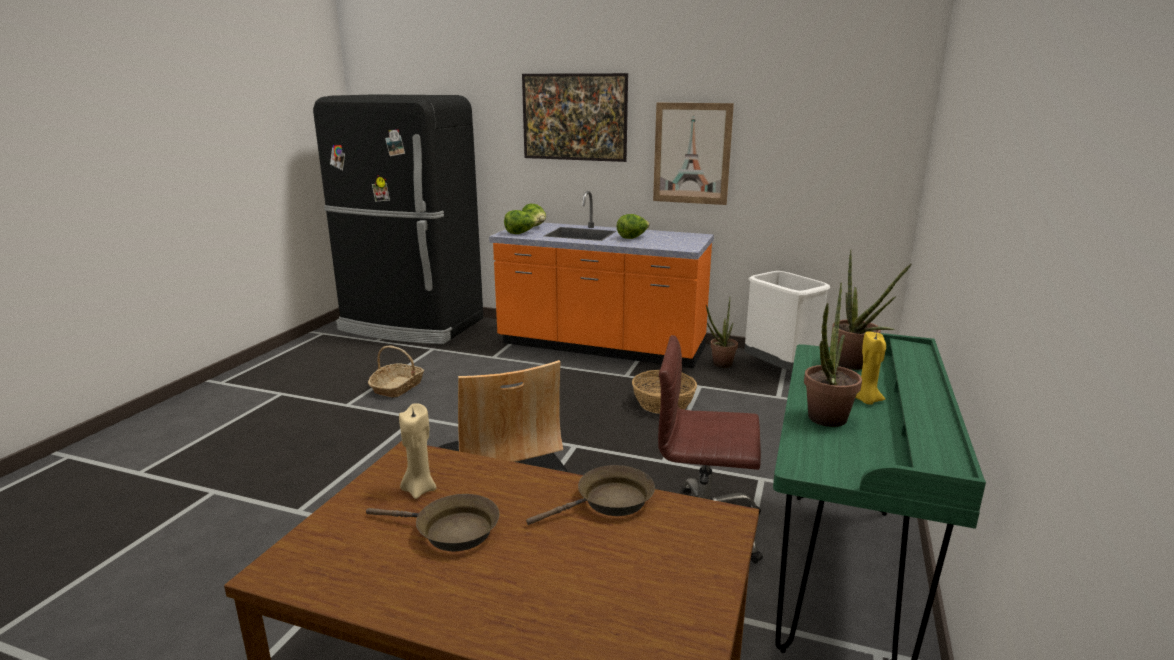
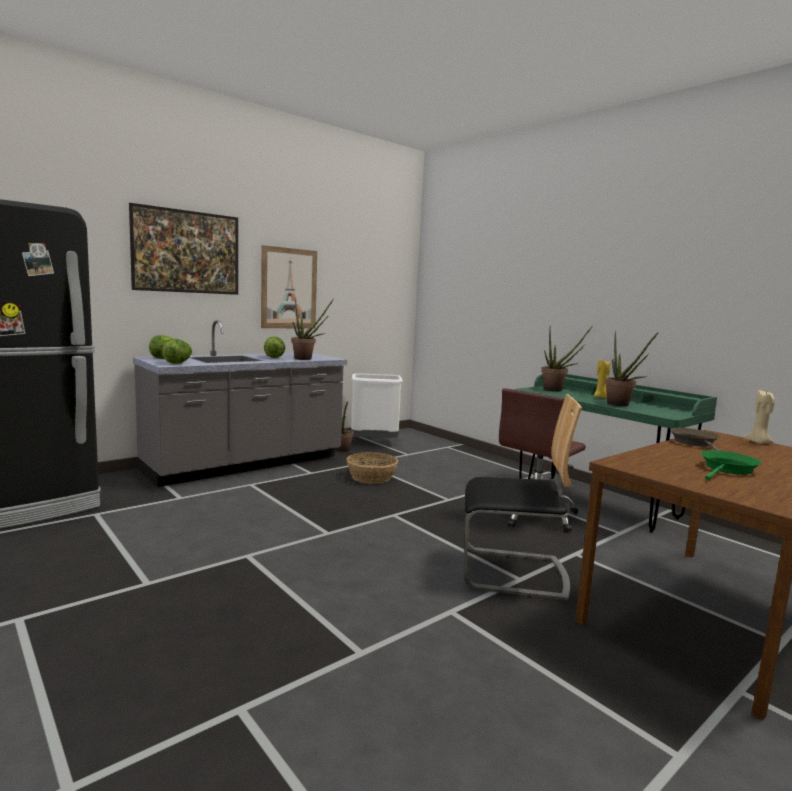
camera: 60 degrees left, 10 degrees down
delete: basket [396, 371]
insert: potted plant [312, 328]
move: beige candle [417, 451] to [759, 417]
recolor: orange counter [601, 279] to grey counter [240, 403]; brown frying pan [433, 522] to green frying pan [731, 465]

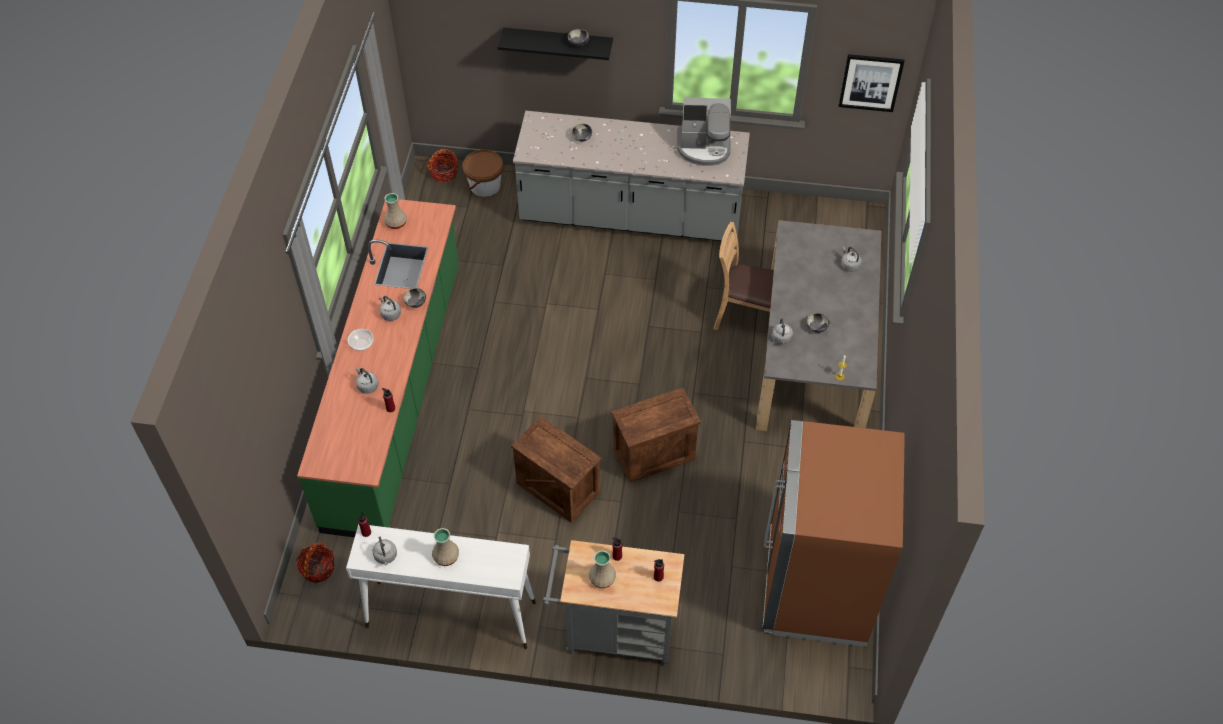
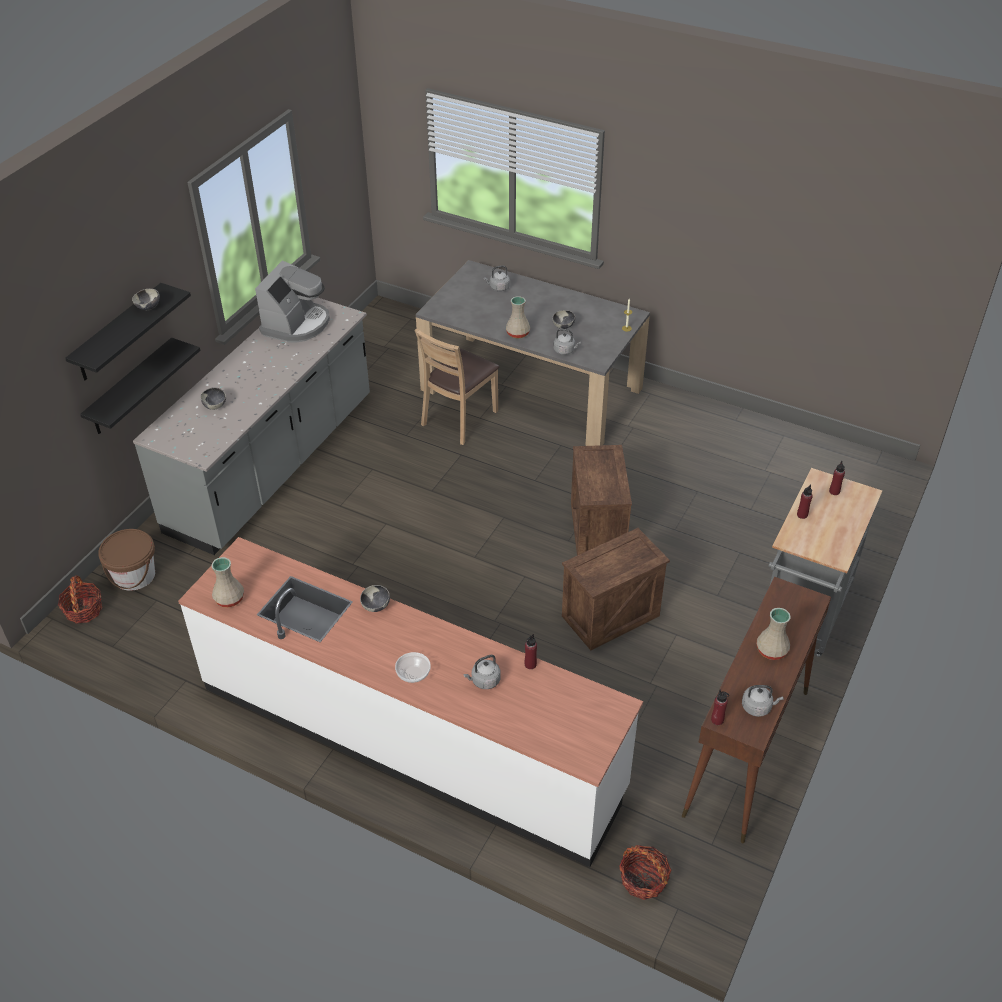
camera: 70 degrees left, 10 degrees down
delete: grey kettle [390, 308]; brown fridge [834, 533]; picture [871, 83]
insert: black shelf [140, 386]
move: beige vase [602, 569] to [518, 317]
recolor: green counter [378, 368] to white counter [410, 702]; white console table [441, 586] to brown console table [756, 710]

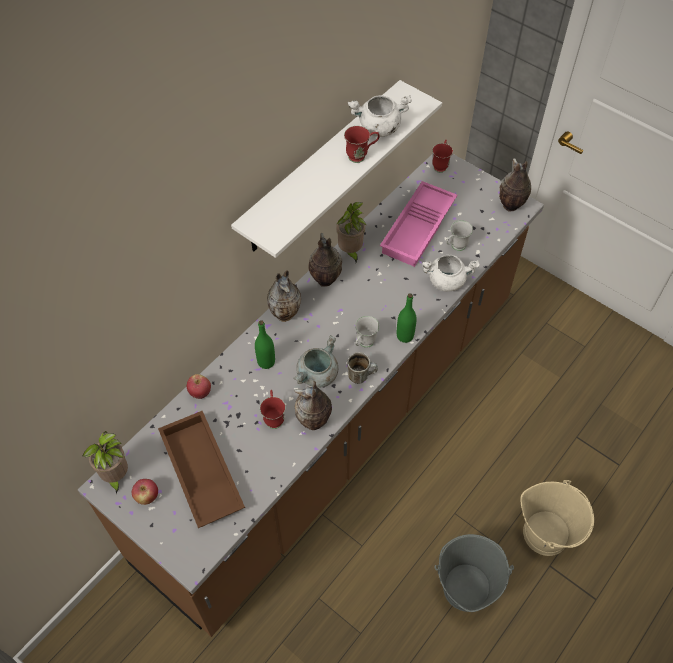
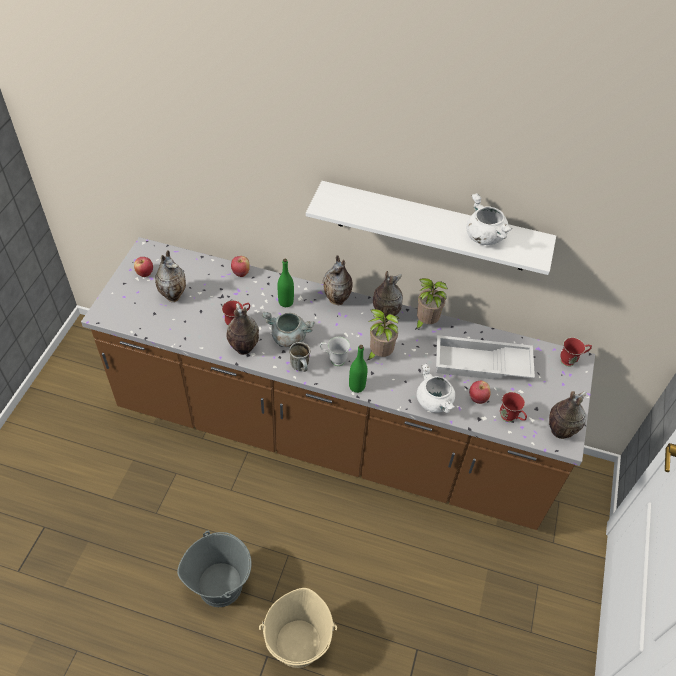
camera: 65 degrees right, 5 degrees down
move: potted plant [105, 462] to [382, 335]; red mug [362, 144] to [513, 407]
replace: brown tray [201, 469] to vase [170, 276]; white mug [459, 235] to apple [480, 392]
recolor: pink tray [418, 224] to white tray [485, 357]

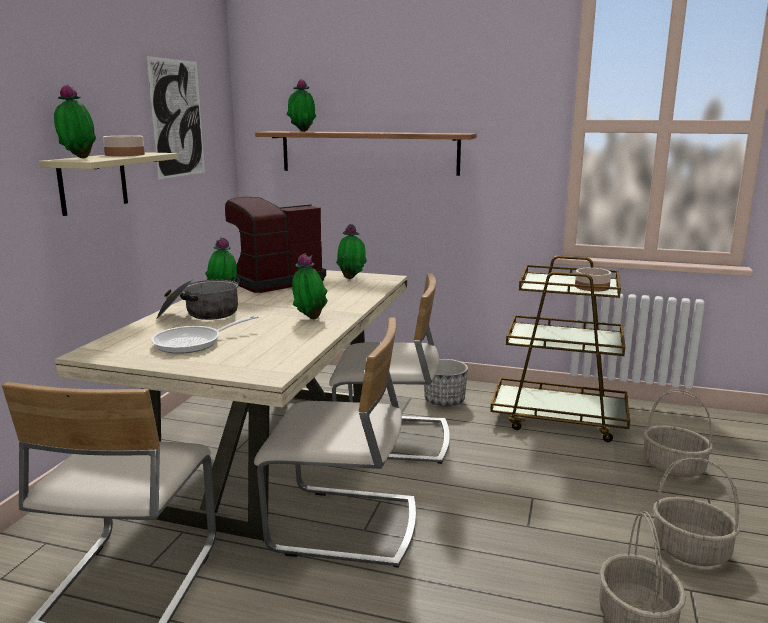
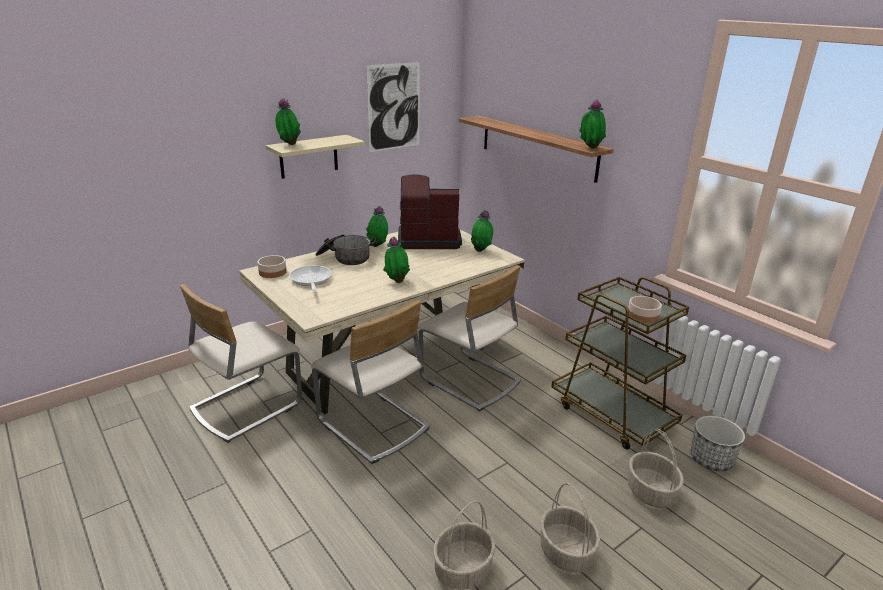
camera: 35 degrees right, 10 degrees up
move: bowl [124, 145] to [272, 266]; potted plant [301, 105] to [592, 124]; planter [446, 383] to [718, 443]
rotate: frying pan [204, 334] = [310, 279] 75 degrees clockwise

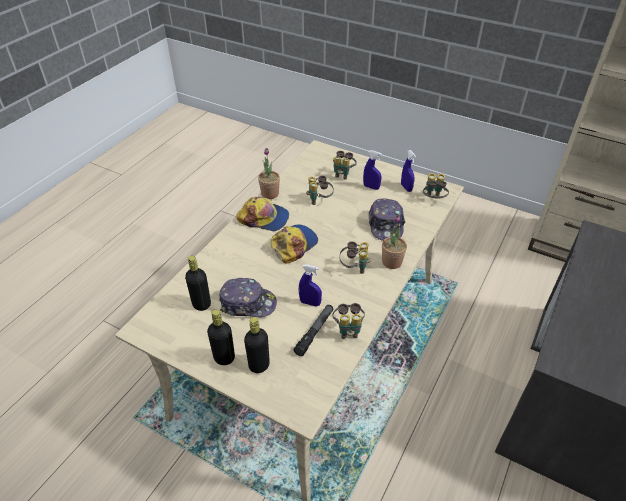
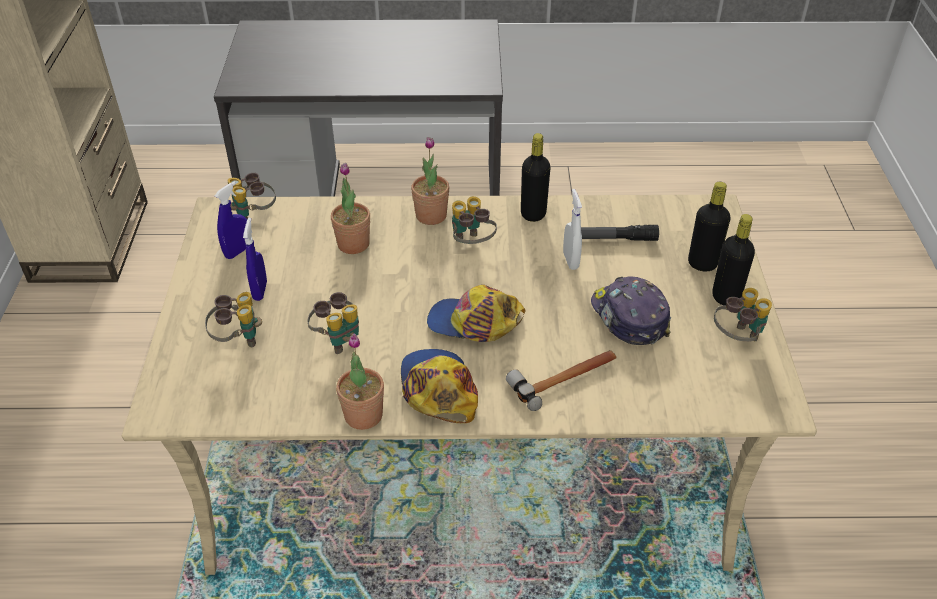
camera: 120 degrees left, 0 degrees up
insert: hammer [561, 380]
move: black bottle [198, 283] to [536, 177]; binoculars [349, 321] to [743, 315]
replace: cap [387, 219] to potted plant [350, 208]
recolor: blue spray bottle [310, 285] to white spray bottle [572, 229]

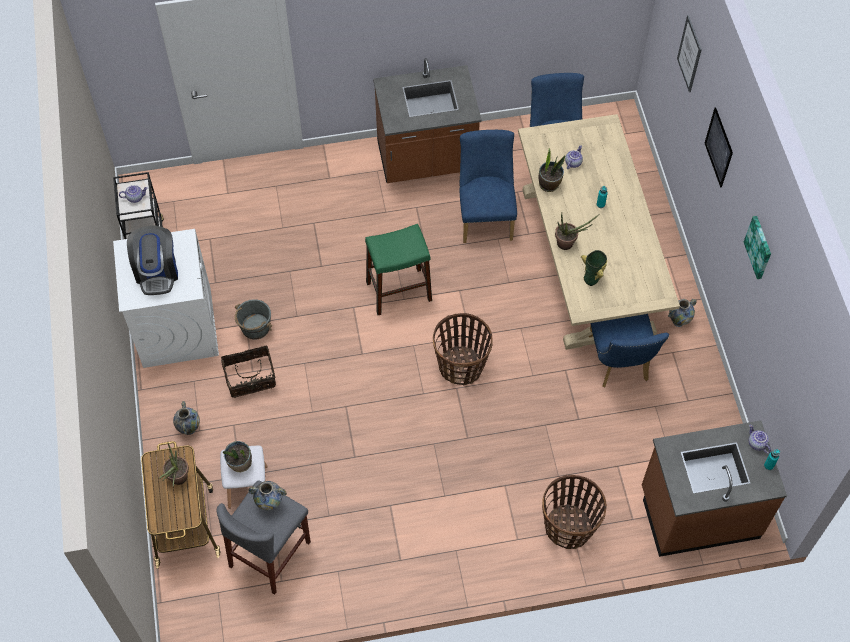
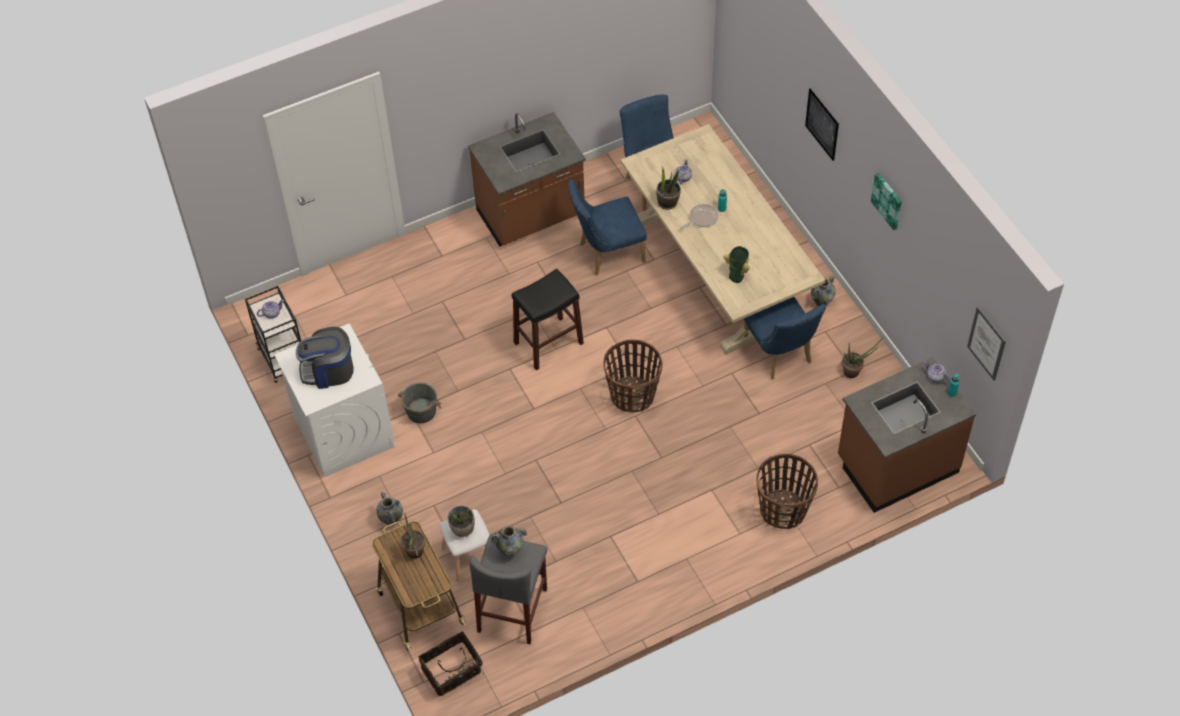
camera: 15 degrees left, 5 degrees down
insert: frying pan [699, 217]
move: basket [248, 371] to [451, 663]; potted plant [577, 231] to [863, 357]; picture [689, 53] to [986, 344]
recolor: green stool [398, 269] to black stool [548, 319]
rotate: coffee machine [152, 260] = [325, 358] 105 degrees clockwise; blue chair [488, 186] = [607, 227] 90 degrees counterclockwise

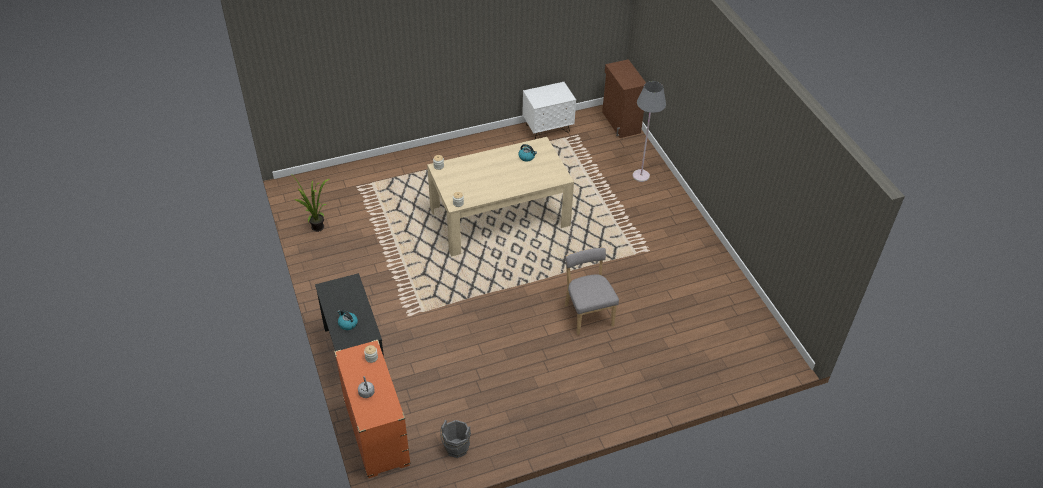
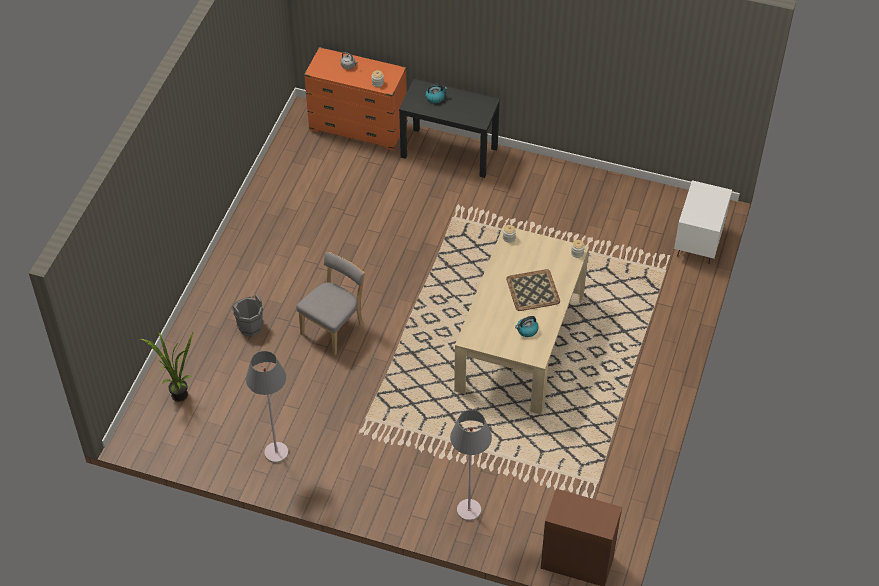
camera: 130 degrees right, 5 degrees up
insert: grey floor lamp [267, 407]; tray [533, 290]
move: potted plant [309, 202] to [166, 367]; grey bucket [455, 439] to [247, 315]; white nightstand [549, 110] to [703, 222]
rotate: grey chair [592, 291] = [331, 303] 75 degrees counterclockwise

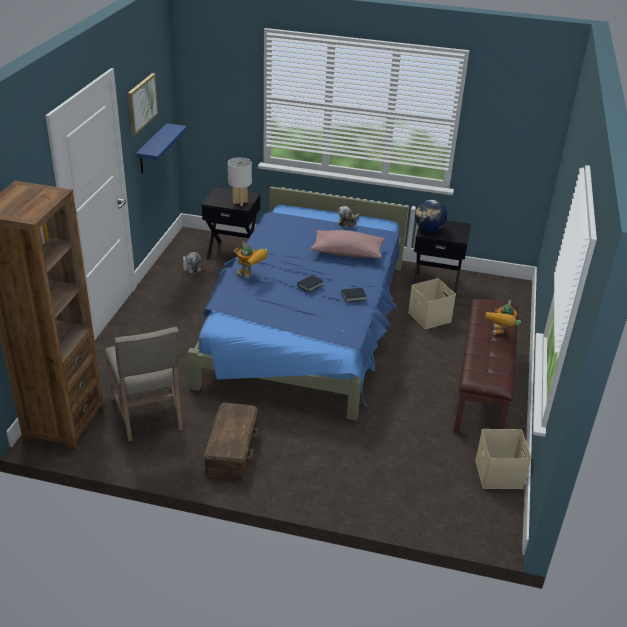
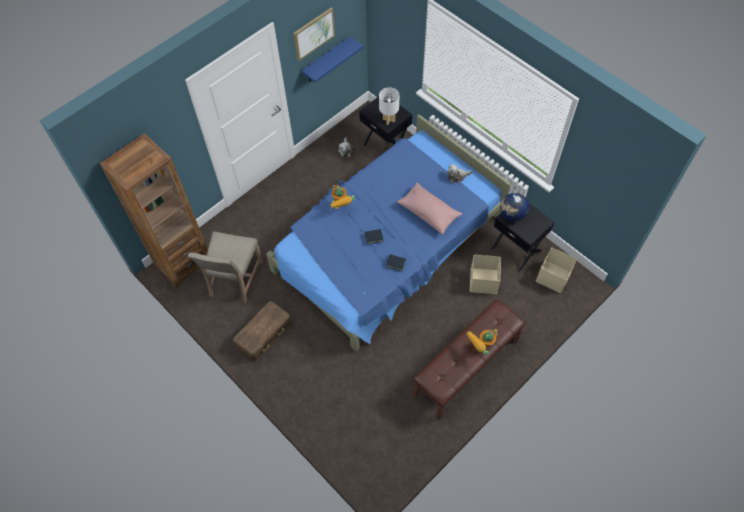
camera: 35 degrees right, 25 degrees up
move: beige storage box [503, 459] to [556, 270]

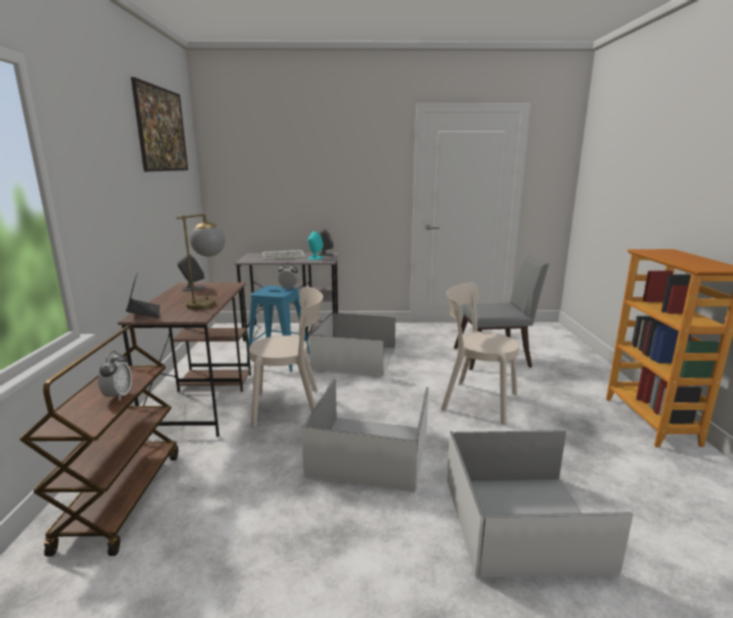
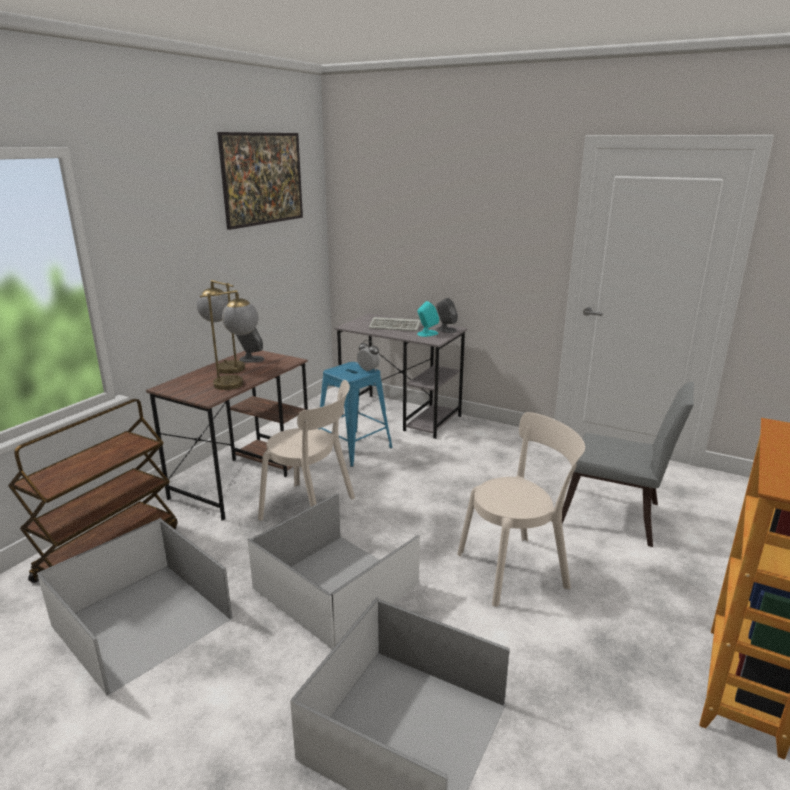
camera: 30 degrees right, 5 degrees up
delete: alarm clock [115, 376]; laptop [143, 296]
insert: table lamp [221, 327]
move: white storage box [352, 344] to [135, 606]
rotate: beige chair [480, 354] = [521, 509] 105 degrees clockwise

